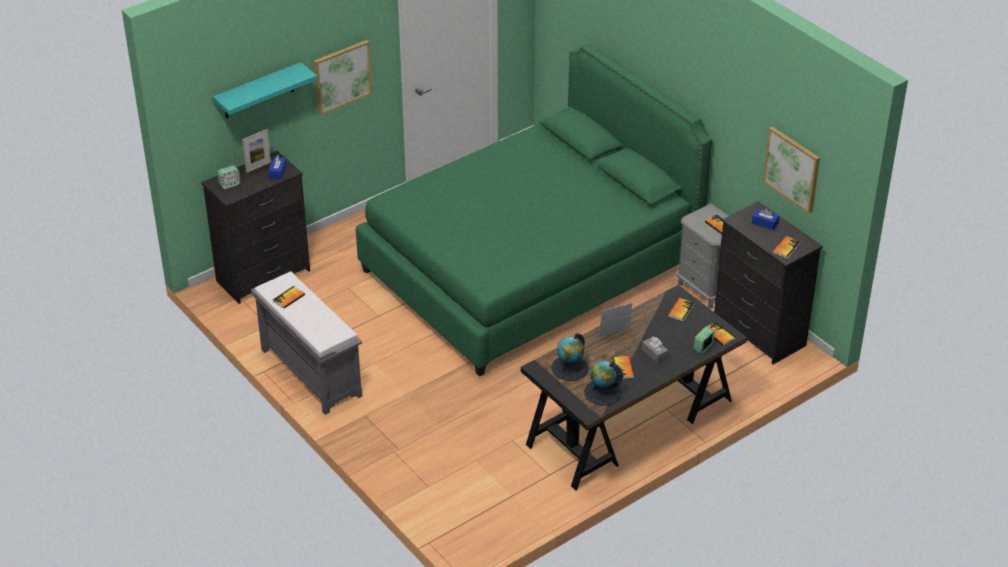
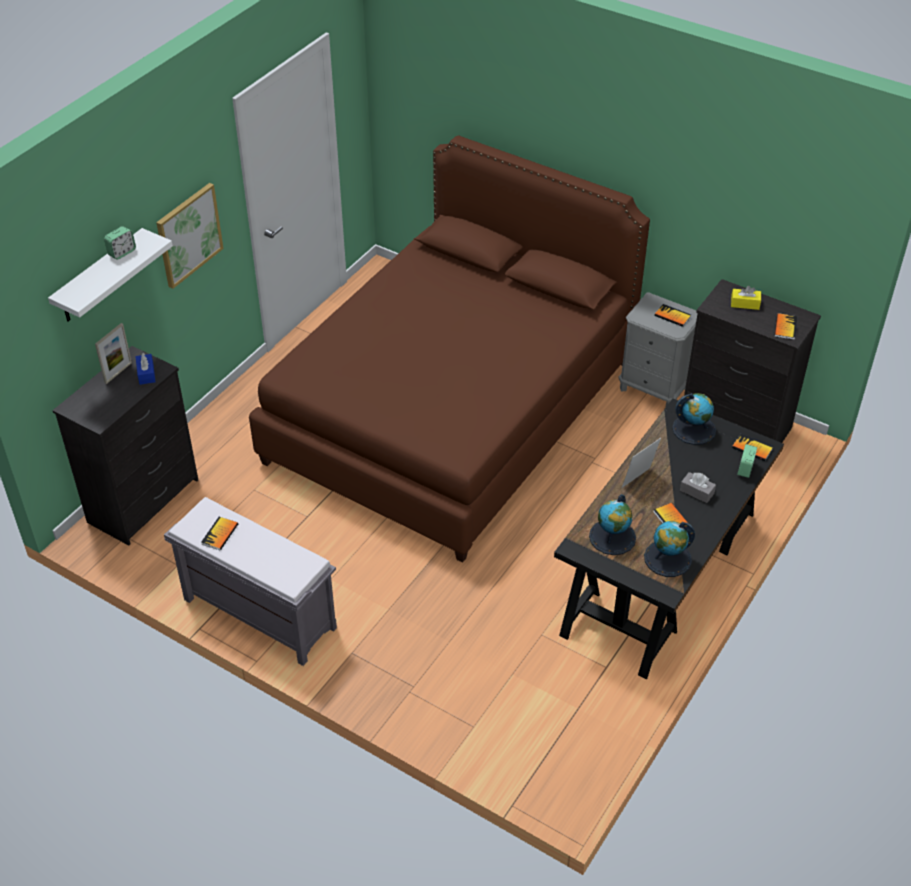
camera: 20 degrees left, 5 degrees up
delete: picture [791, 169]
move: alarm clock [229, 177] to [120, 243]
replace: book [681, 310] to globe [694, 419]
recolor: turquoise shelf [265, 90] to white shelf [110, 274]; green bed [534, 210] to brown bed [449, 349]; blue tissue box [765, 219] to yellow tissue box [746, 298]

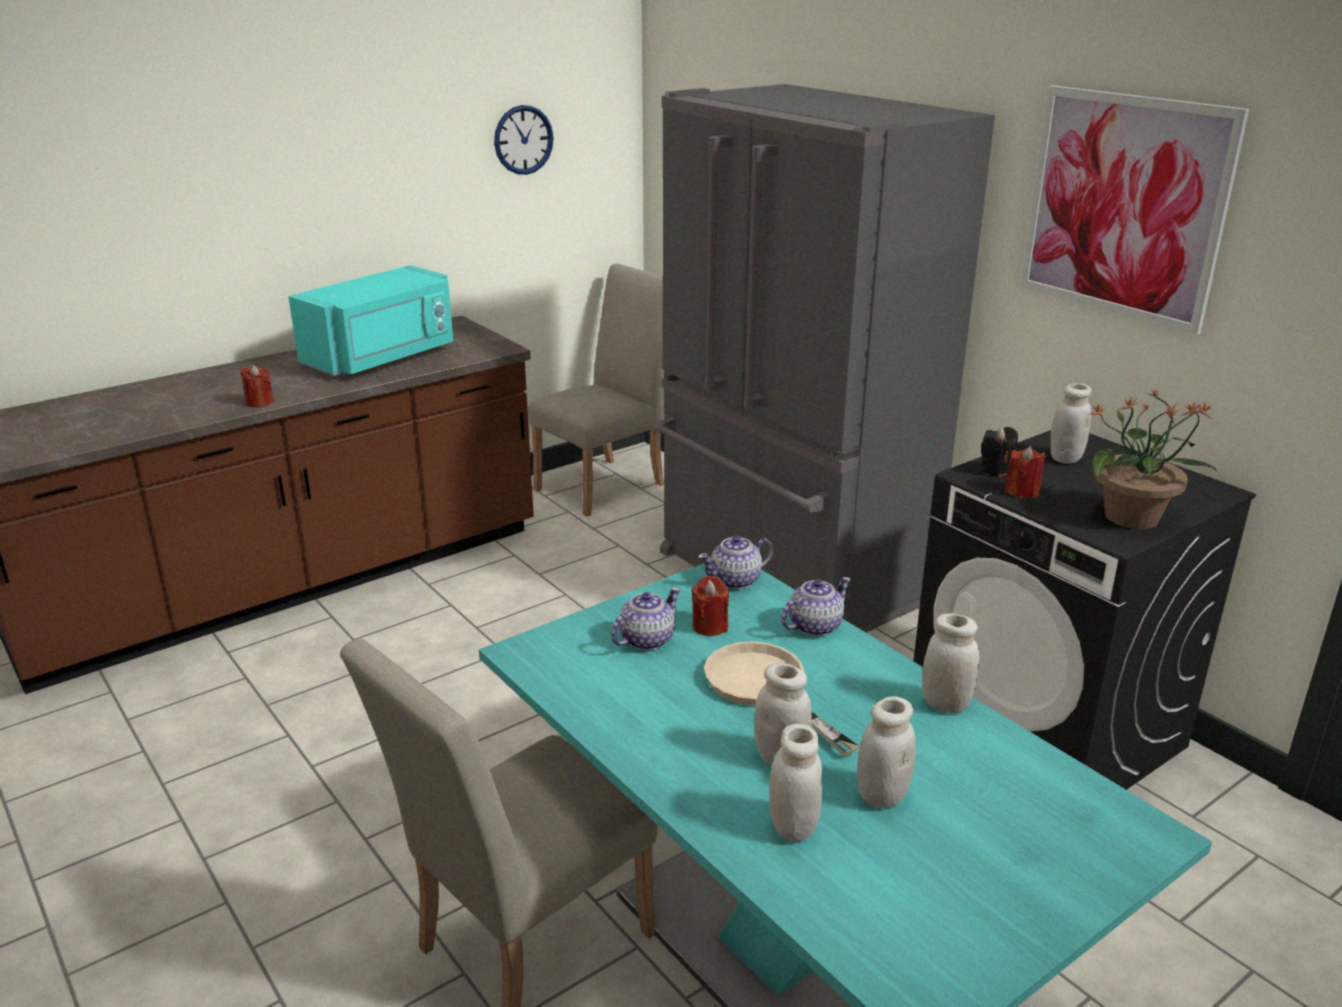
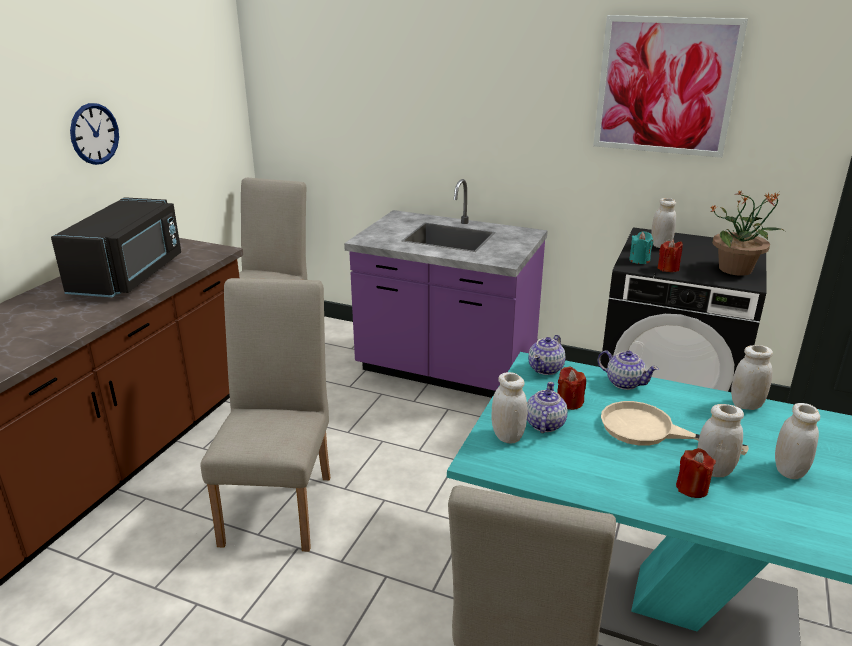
camera: 30 degrees left, 0 degrees up
insert: beige chair [265, 415]
move: wall clock [524, 140] to [94, 134]; white jar [795, 783] to [509, 408]; red candle [257, 386] to [696, 473]
replace: grey fridge [824, 358] to purple counter [446, 288]
recolor: turquoise microwave [370, 320] to black microwave [116, 247]; black candle [999, 452] to turquoise candle [641, 247]
rotate: teapot [816, 606] = [628, 370] 105 degrees clockwise

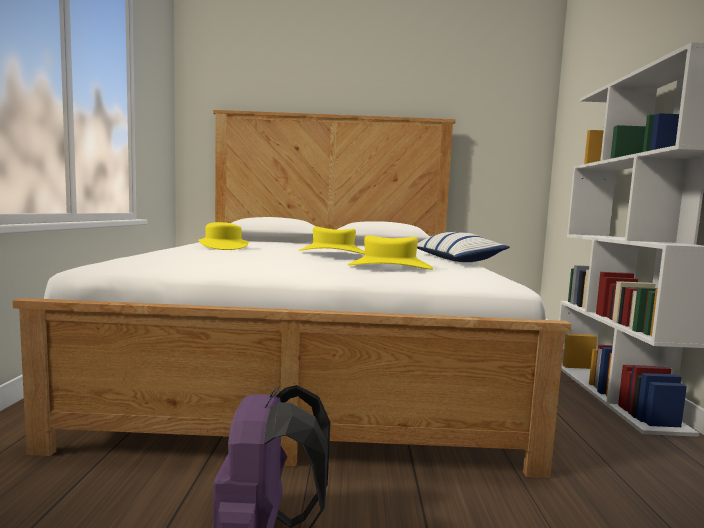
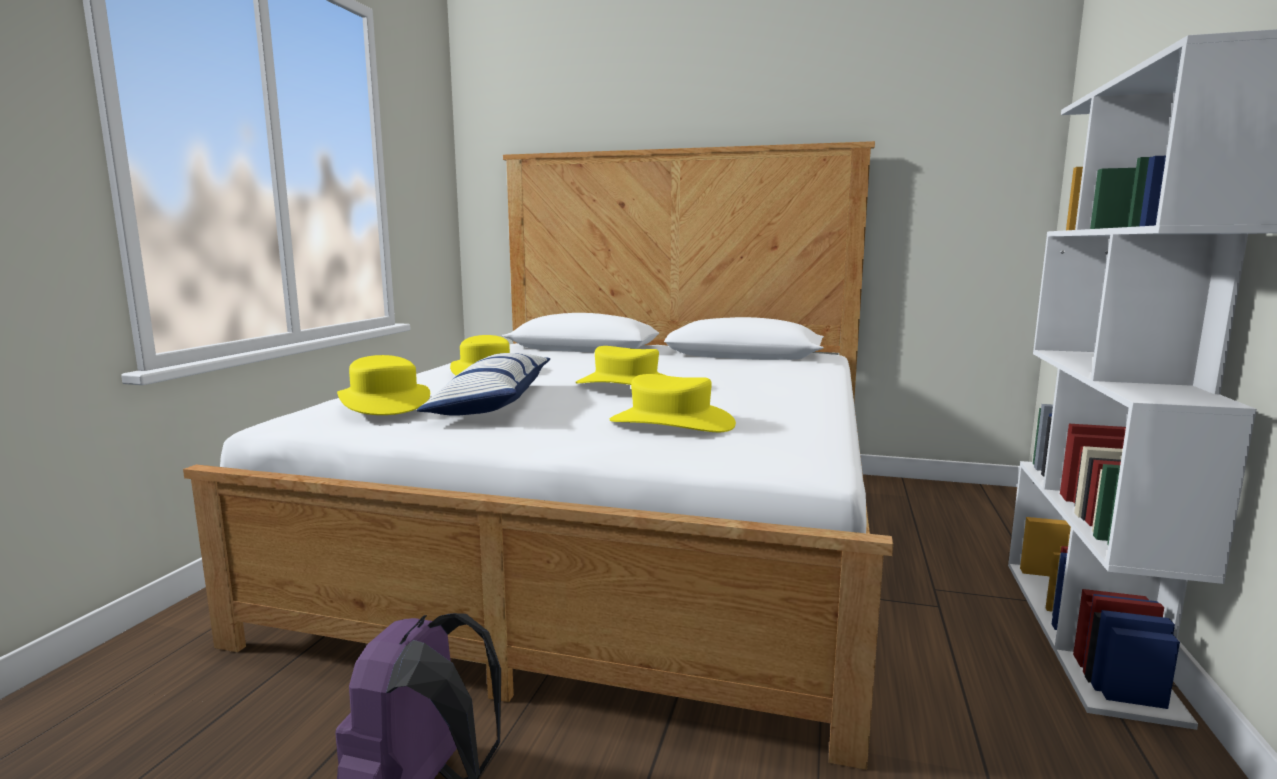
camera: 15 degrees right, 5 degrees up
insert: yellow hat [383, 385]
move: pillow [463, 247] to [483, 384]

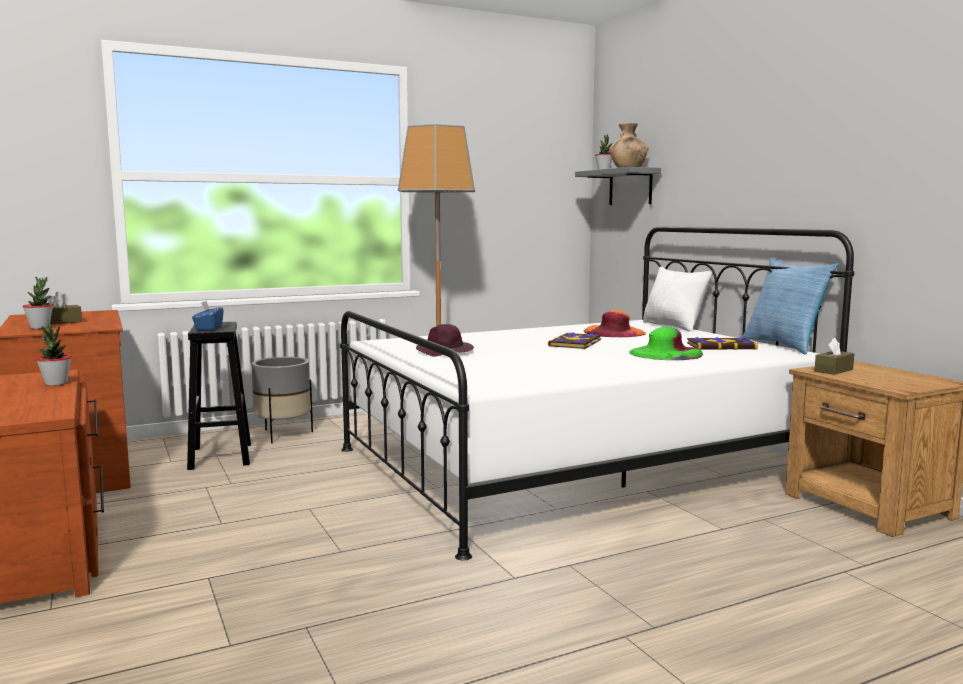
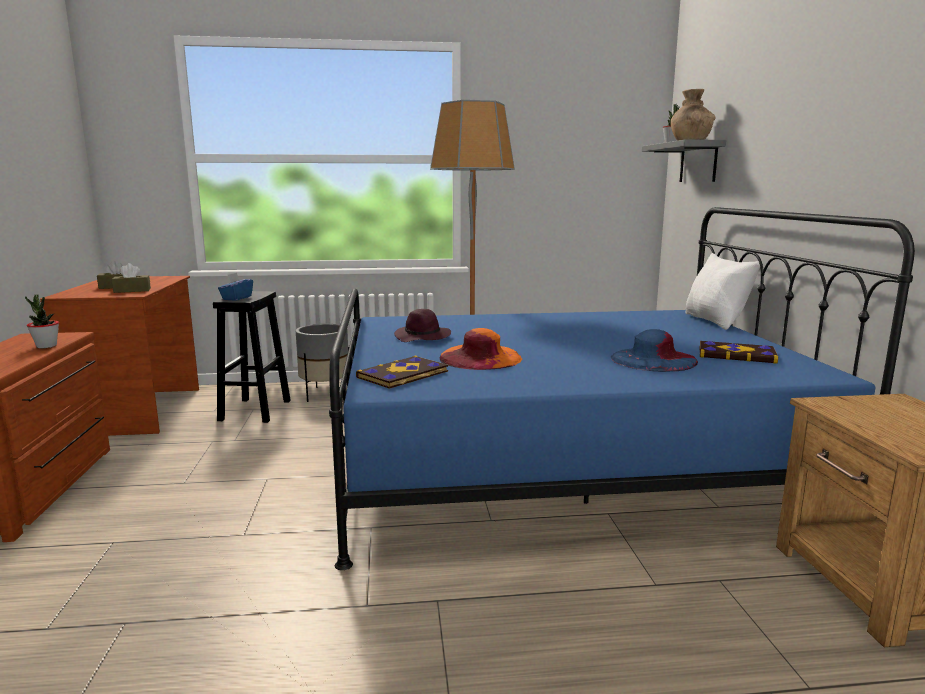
camera: 20 degrees right, 5 degrees up
delete: potted plant [38, 302]; pillow [790, 306]
move: brown tissue box [834, 356] to [131, 278]; book [574, 340] to [402, 372]; orange hat [615, 323] to [481, 349]
recolor: white bed [597, 393] to blue bed [622, 388]; green hat [666, 343] to blue hat [654, 350]

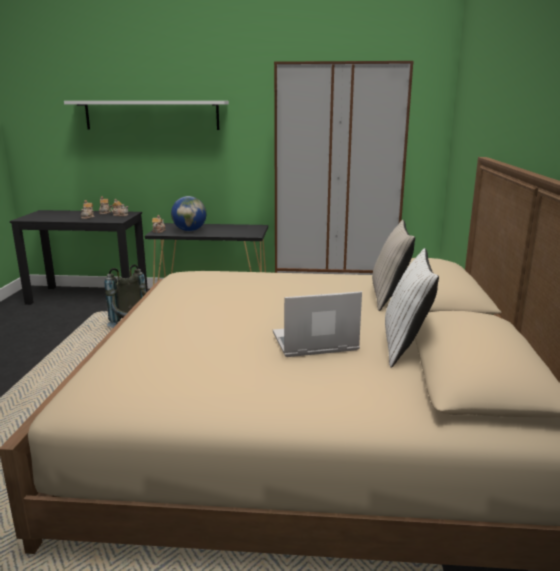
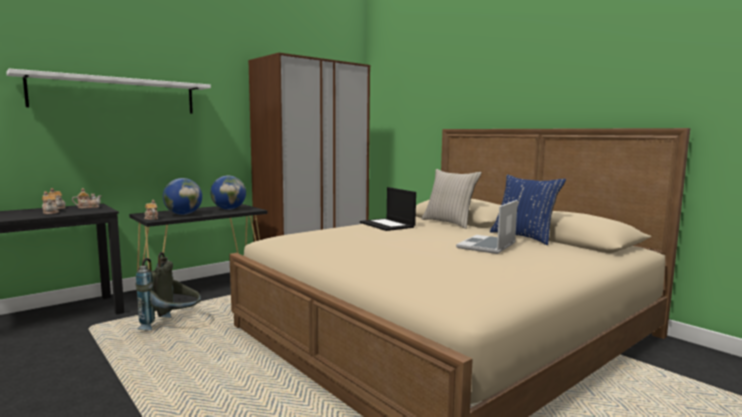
camera: 45 degrees left, 10 degrees down
insert: globe [228, 192]; laptop [388, 209]
recolor: white pillow [412, 308] to blue pillow [528, 210]

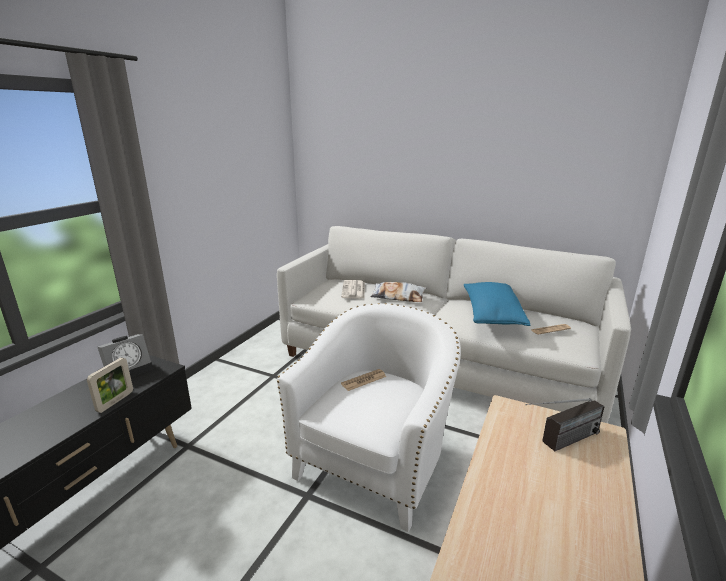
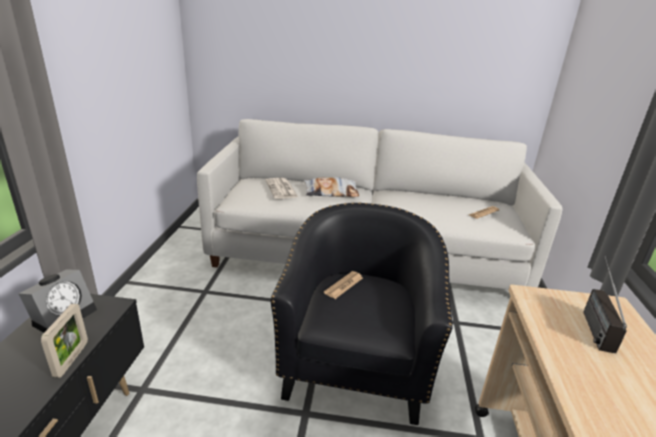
camera: 20 degrees left, 5 degrees up
delete: blue pillow [497, 304]
recolor: white armchair [369, 417] to black armchair [361, 313]
rotate: radio [565, 424] = [605, 304] 150 degrees clockwise

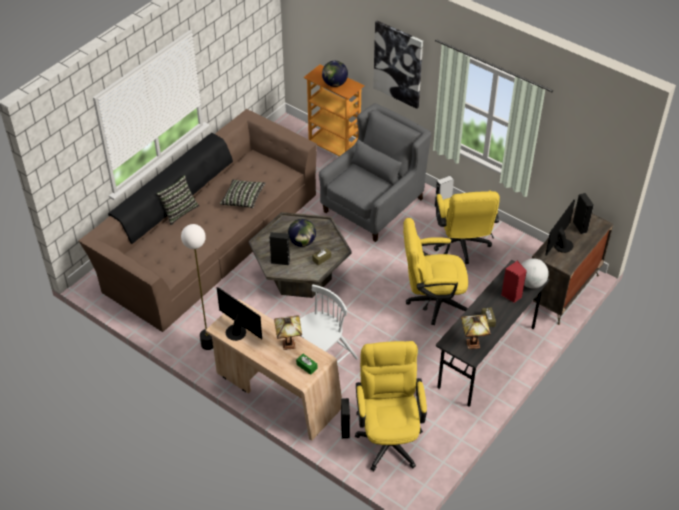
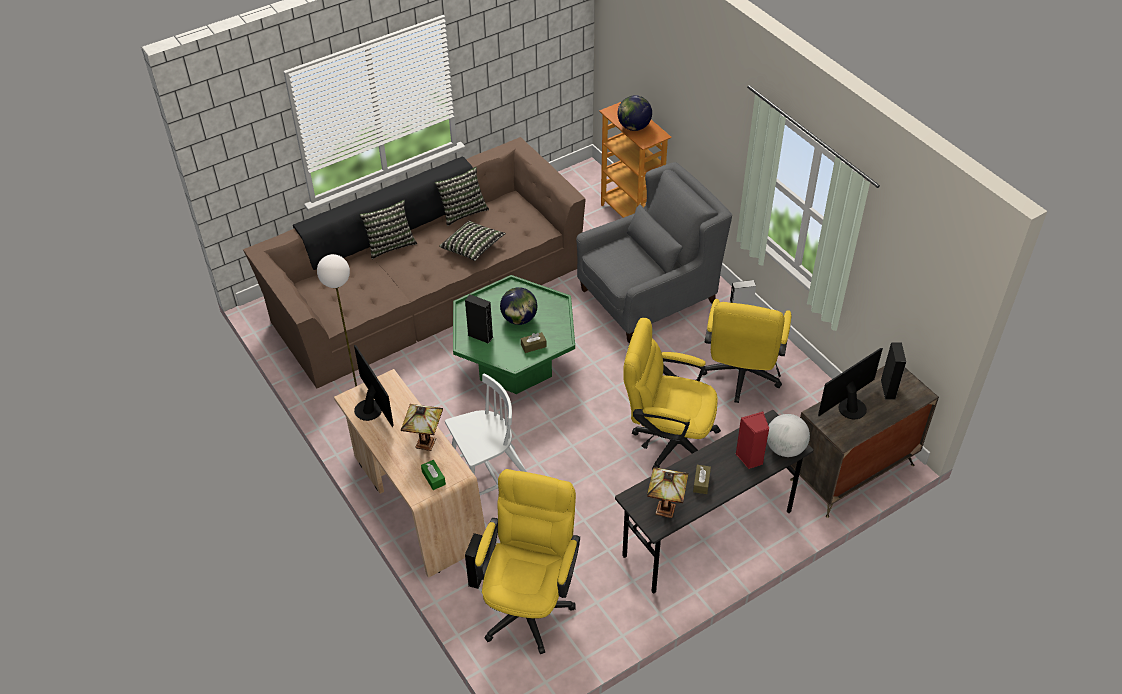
camera: 20 degrees right, 0 degrees up
delete: picture [398, 64]
insert: pillow [462, 196]
recolor: grey coffee table [300, 255] to green coffee table [514, 334]

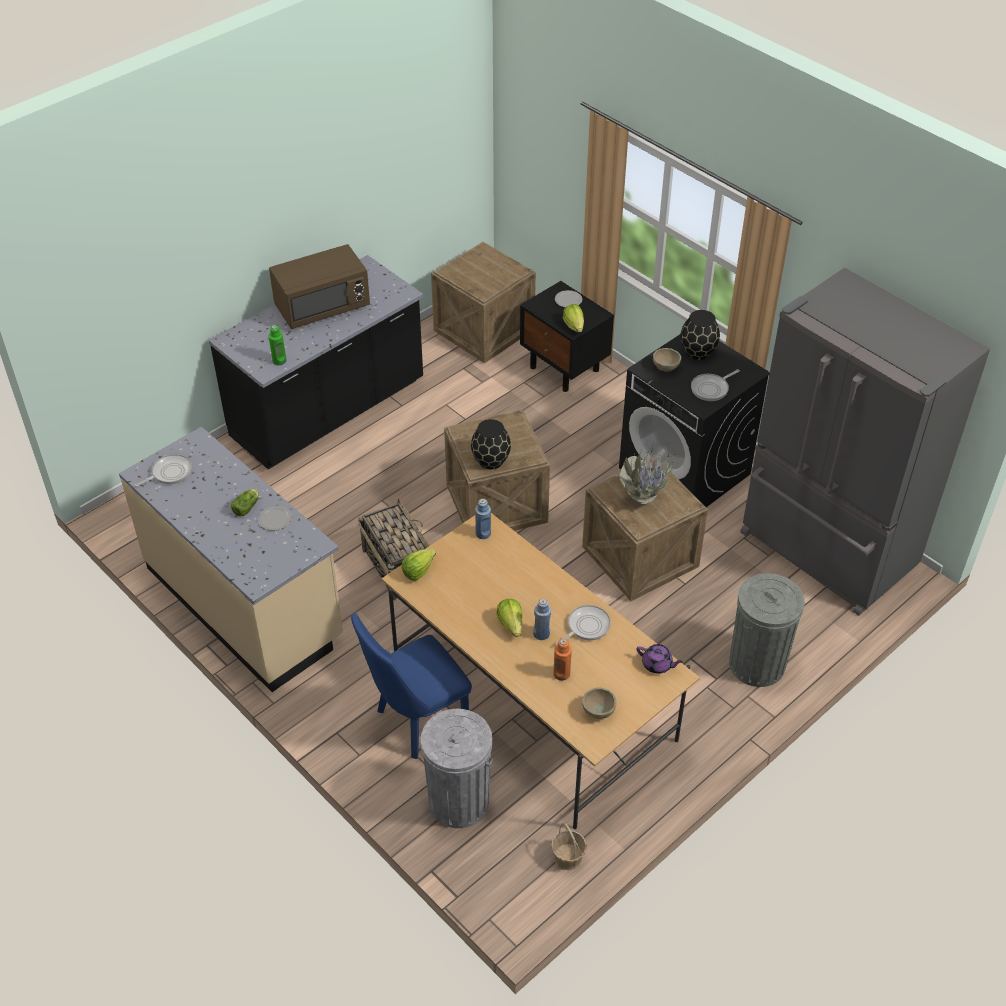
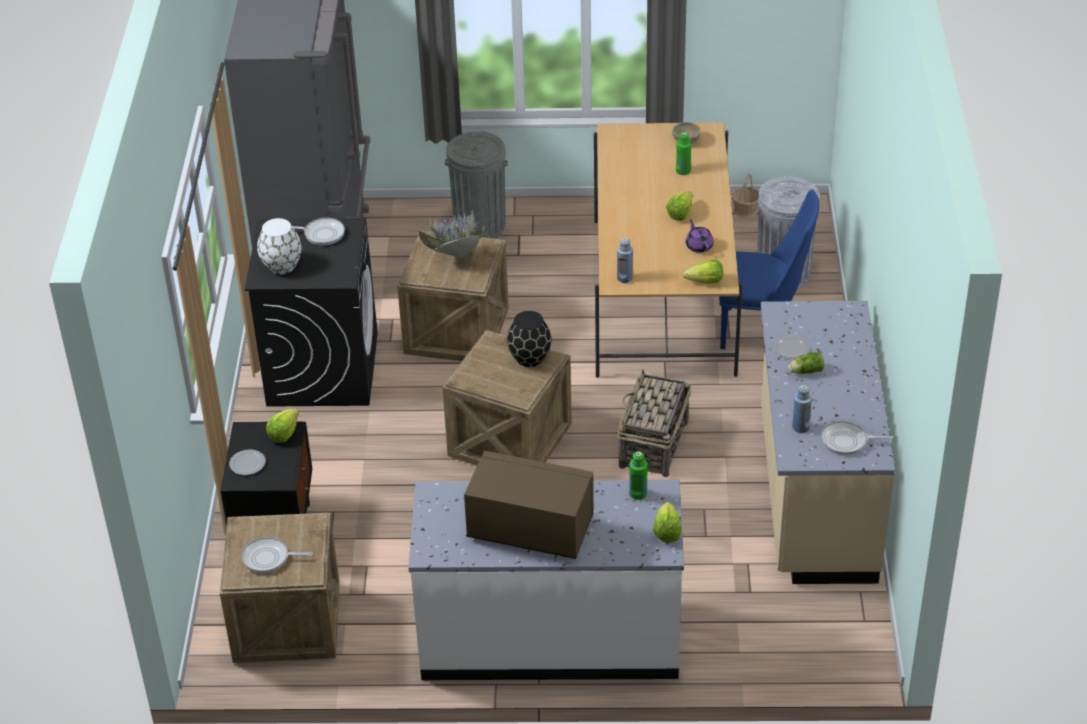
camera: 135 degrees left, 5 degrees down
delete: beige bowl [667, 360]
insert: lettuce [667, 522]
move: frying pan [583, 625] to [277, 555]; purple teapot [659, 659] to [700, 236]; blue bottle [542, 619] to [802, 409]
recolor: black vase [700, 335] to white vase [279, 246]; black counter [315, 362] to white counter [546, 580]; orange bottle [562, 660] to green bottle [683, 153]

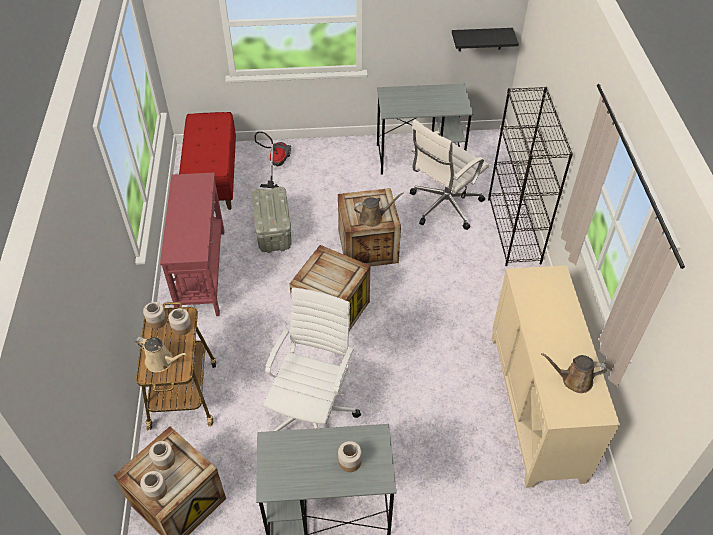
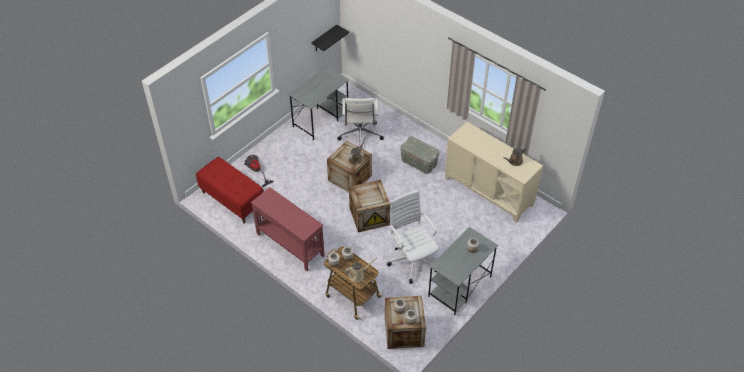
camera: 45 degrees left, 0 degrees up
delete: black bookcase [530, 176]
move: grey storage box [272, 219] to [420, 155]

